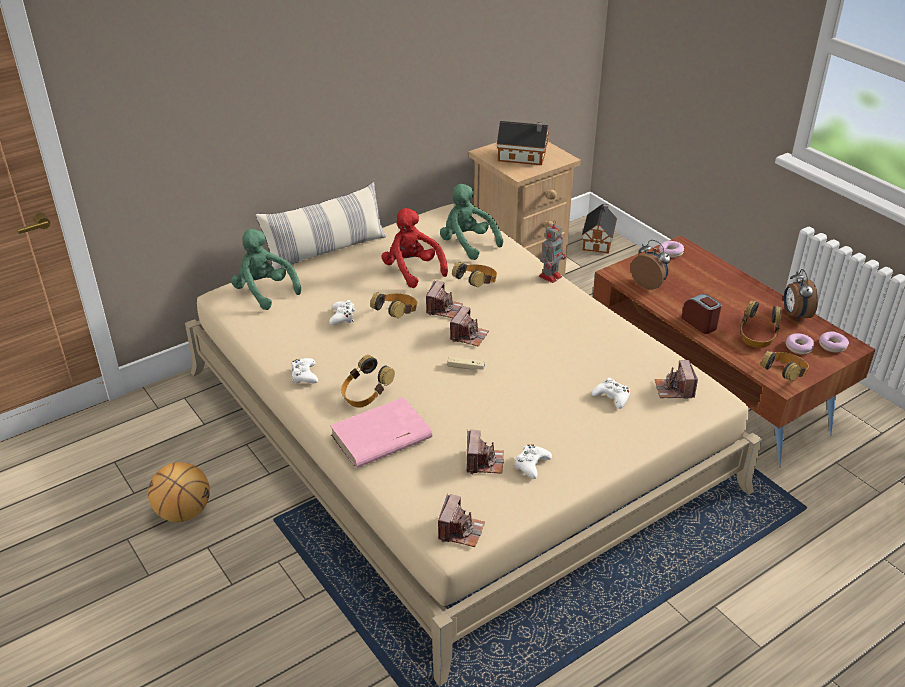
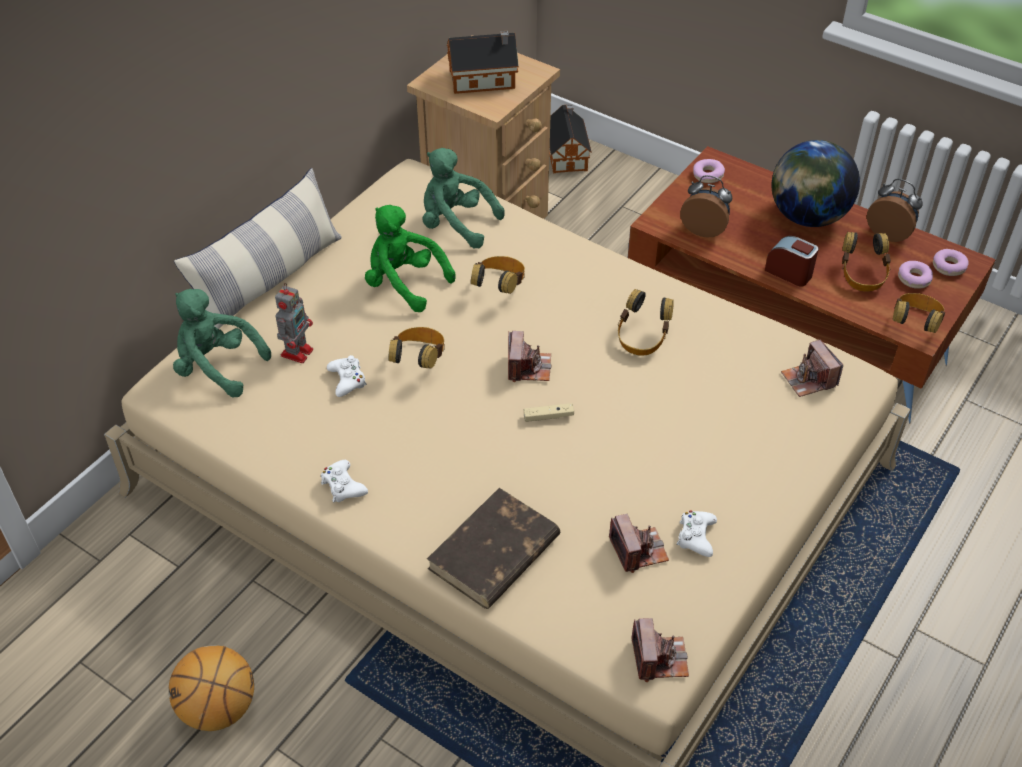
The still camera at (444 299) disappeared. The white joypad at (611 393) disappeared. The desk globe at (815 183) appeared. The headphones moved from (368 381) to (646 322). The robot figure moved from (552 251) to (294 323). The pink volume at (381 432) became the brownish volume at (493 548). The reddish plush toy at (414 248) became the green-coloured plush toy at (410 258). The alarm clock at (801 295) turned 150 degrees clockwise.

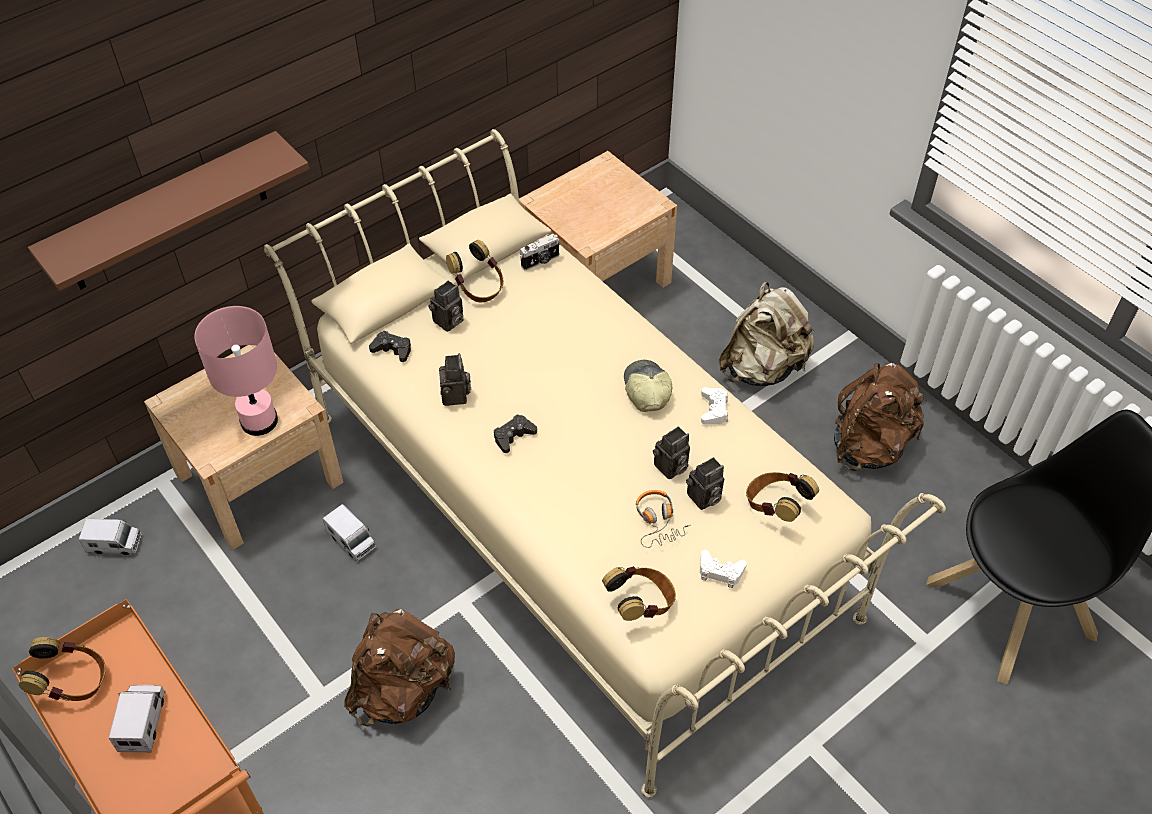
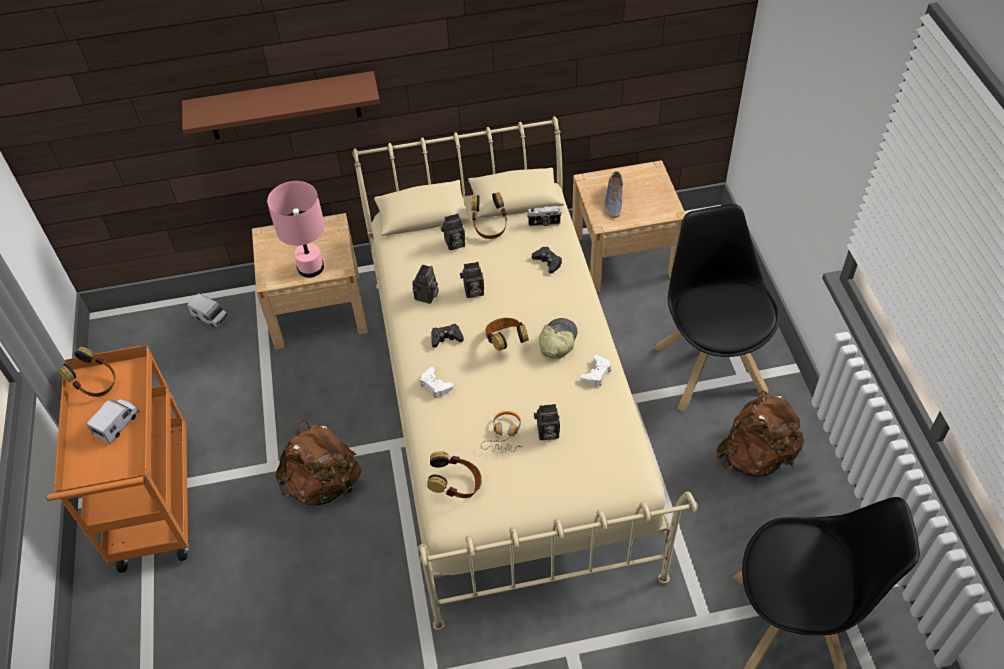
The toy truck at (349 532) disappeared. The shoe at (613 194) appeared. The blackish joypad moved from (390 346) to (547 260). The still camera moved from (671 452) to (472 280). The white joypad moved from (723 569) to (437 382). The headphones moved from (782 497) to (507 334). The beige-coloured backpack at (767 333) was replaced by the blackish chair at (716 308).

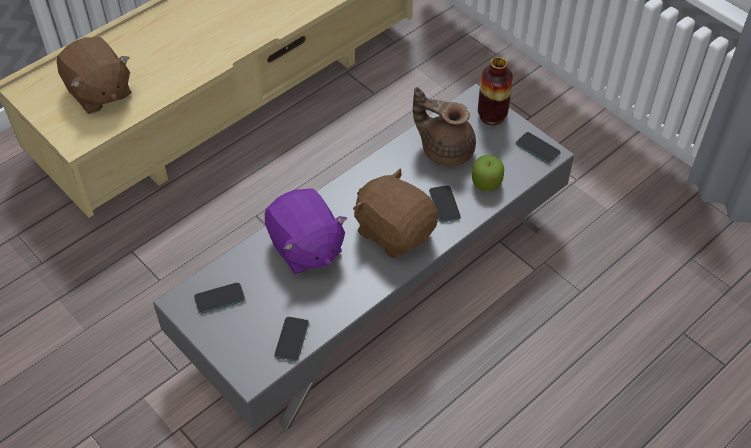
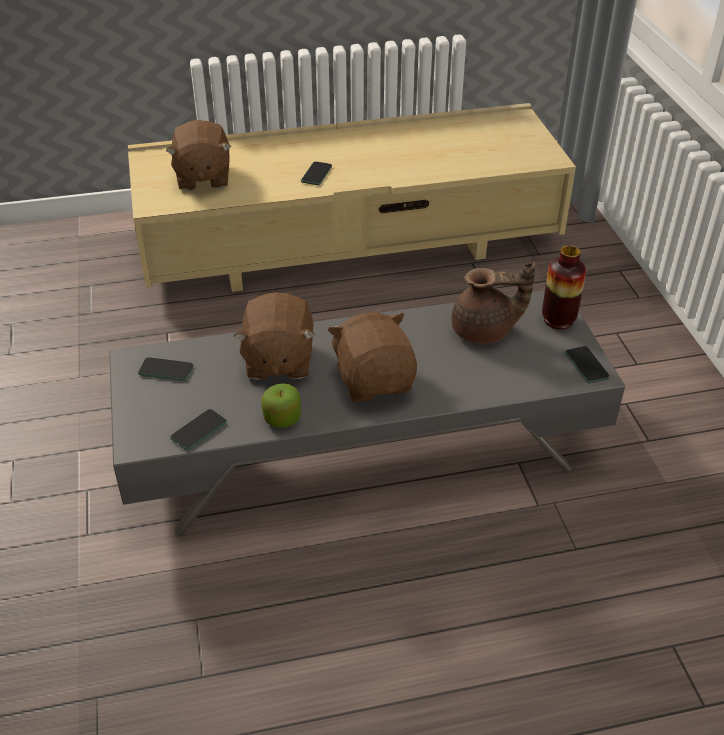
The handset moved from (445 203) to (316 173). The apple fruit moved from (488 173) to (281 405). The purple-coloured plush toy at (306 231) became the brownish plush toy at (274 336). The brownish teapot at (444 127) turned 120 degrees clockwise.

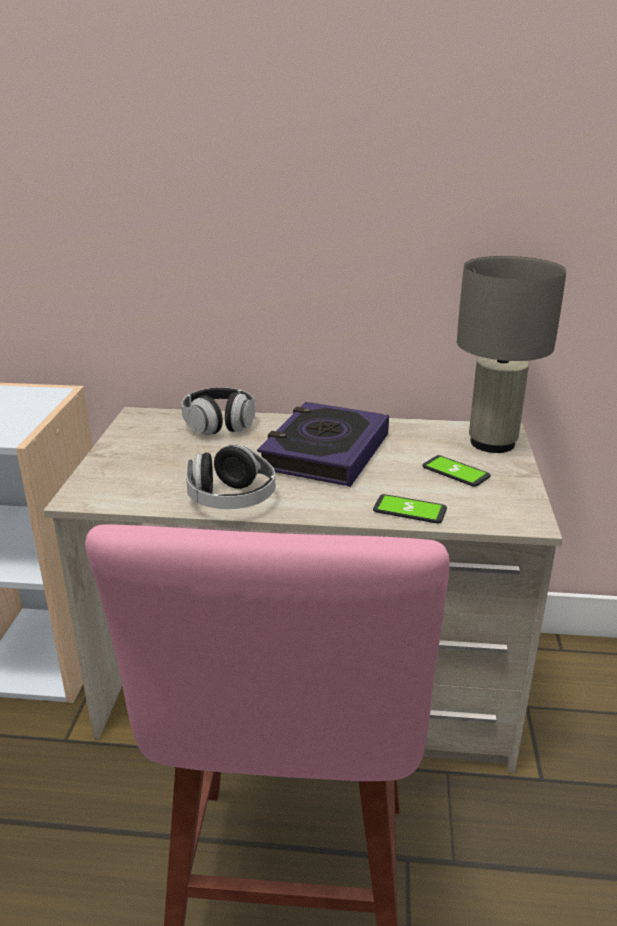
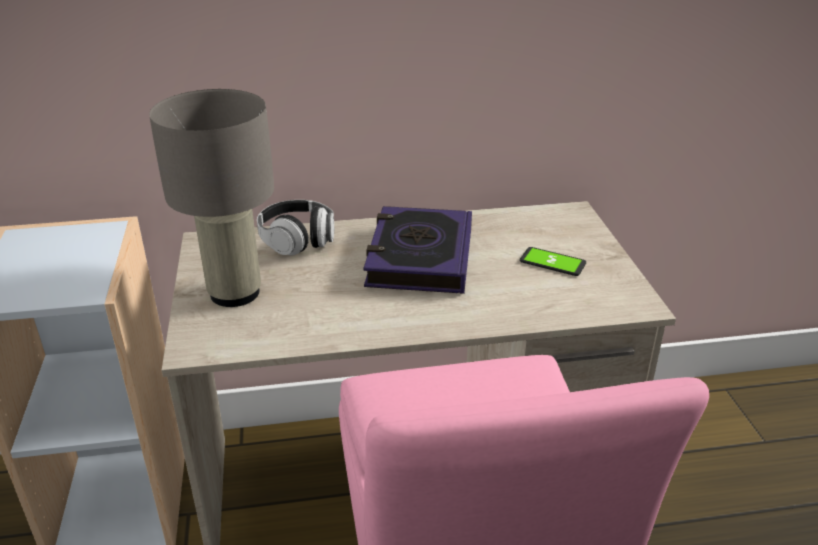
The headphones at (230 476) disappeared. The handset at (410 509) disappeared. The greyish tabletop lamp moved from (512 354) to (211 198).

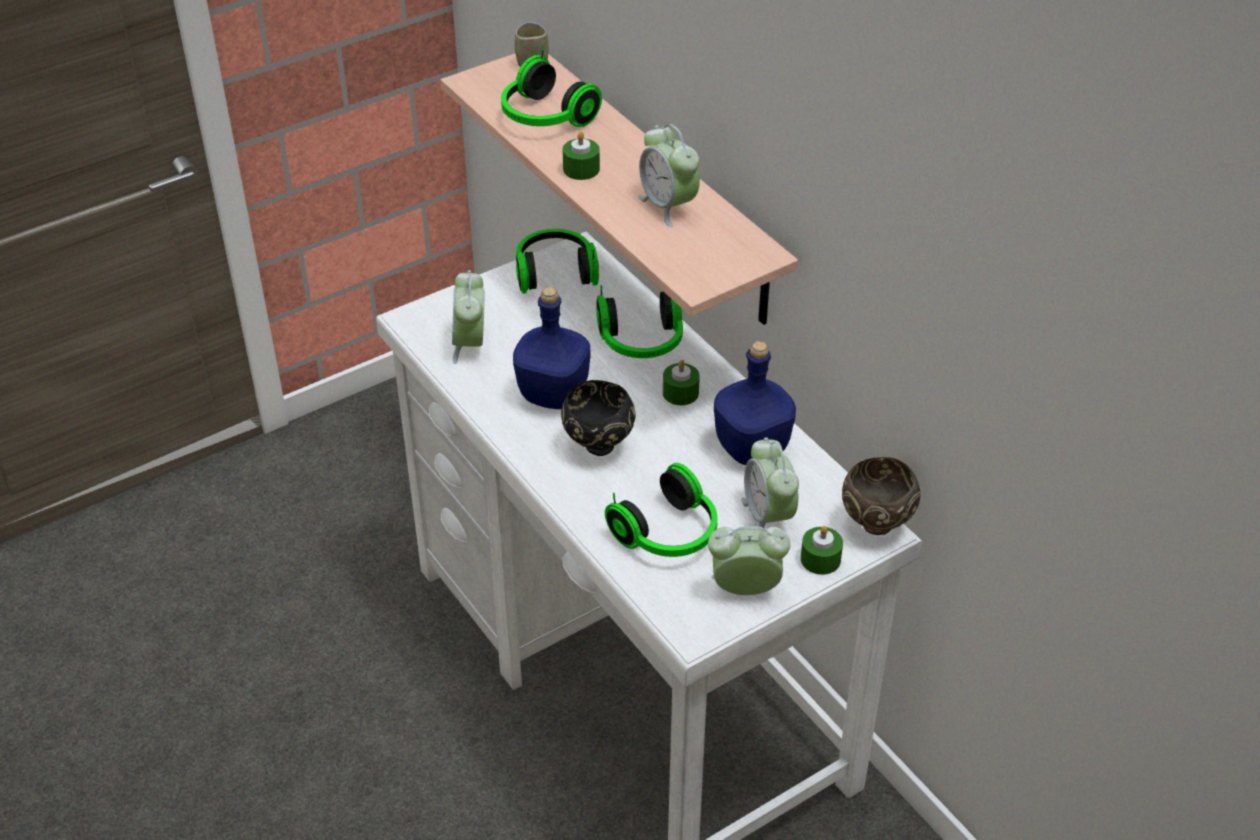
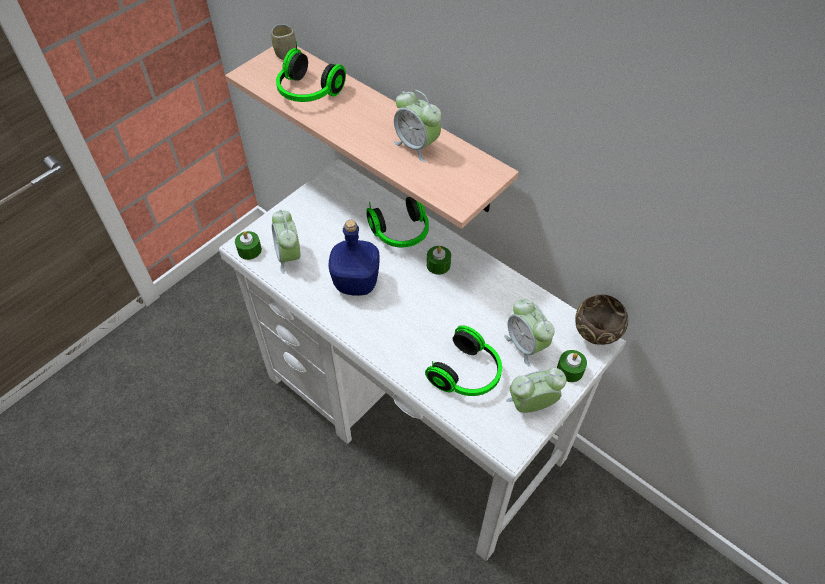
The headphones at (557 261) disappeared. The blackish serving bowl at (598 418) disappeared. The blue-coloured drink bottle at (755 403) disappeared. The green-coloured wax light moved from (581 156) to (248 245).

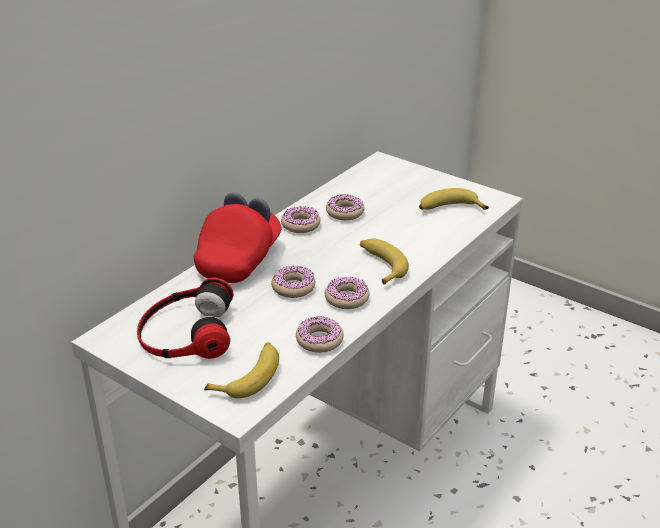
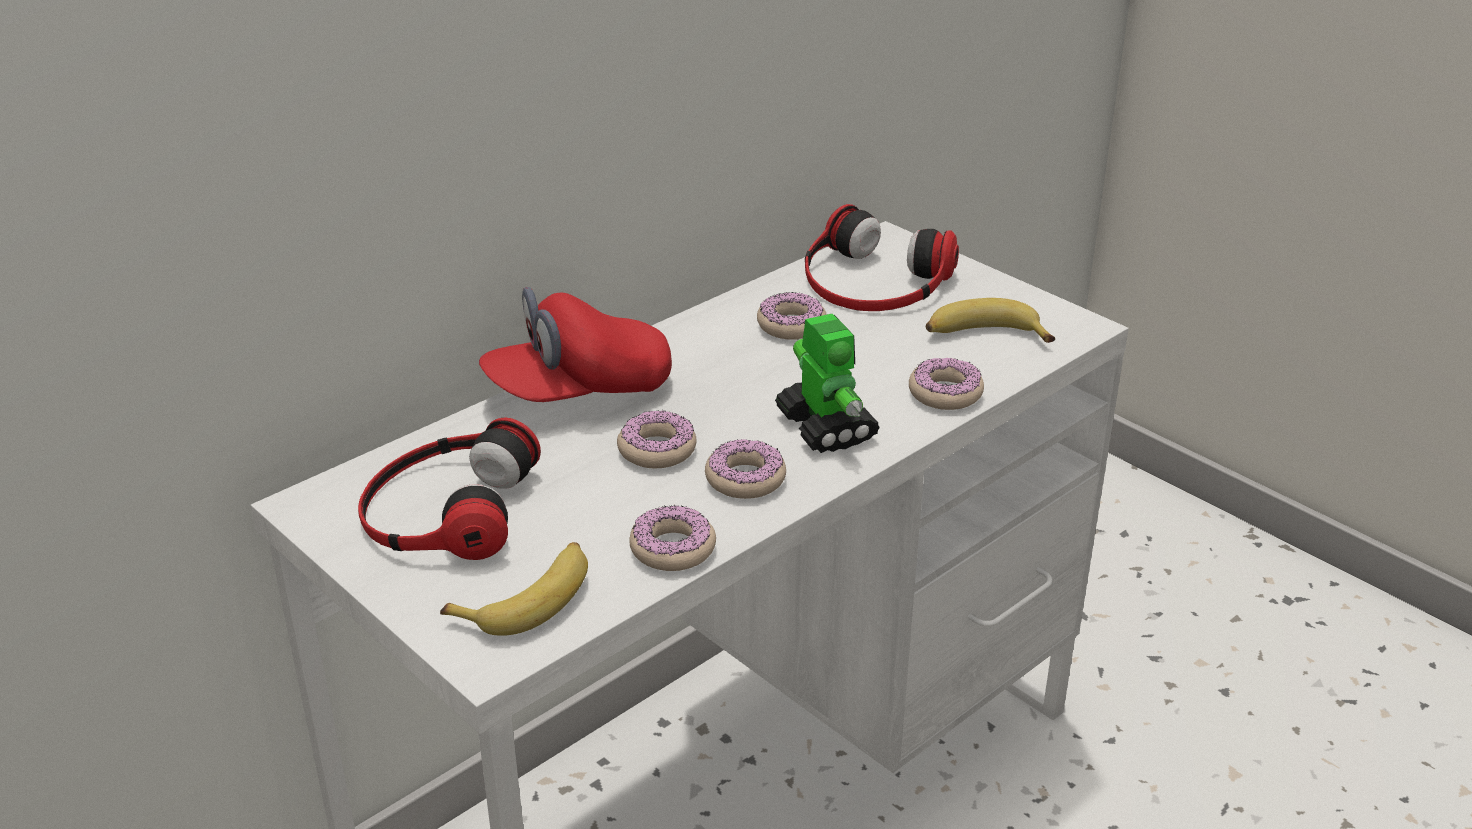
The headphones at (882 257) appeared. The donut moved from (300 219) to (946 384). The banana at (384 261) was replaced by the robot figure at (827 383). The reddish cap at (237 237) turned 150 degrees counterclockwise.

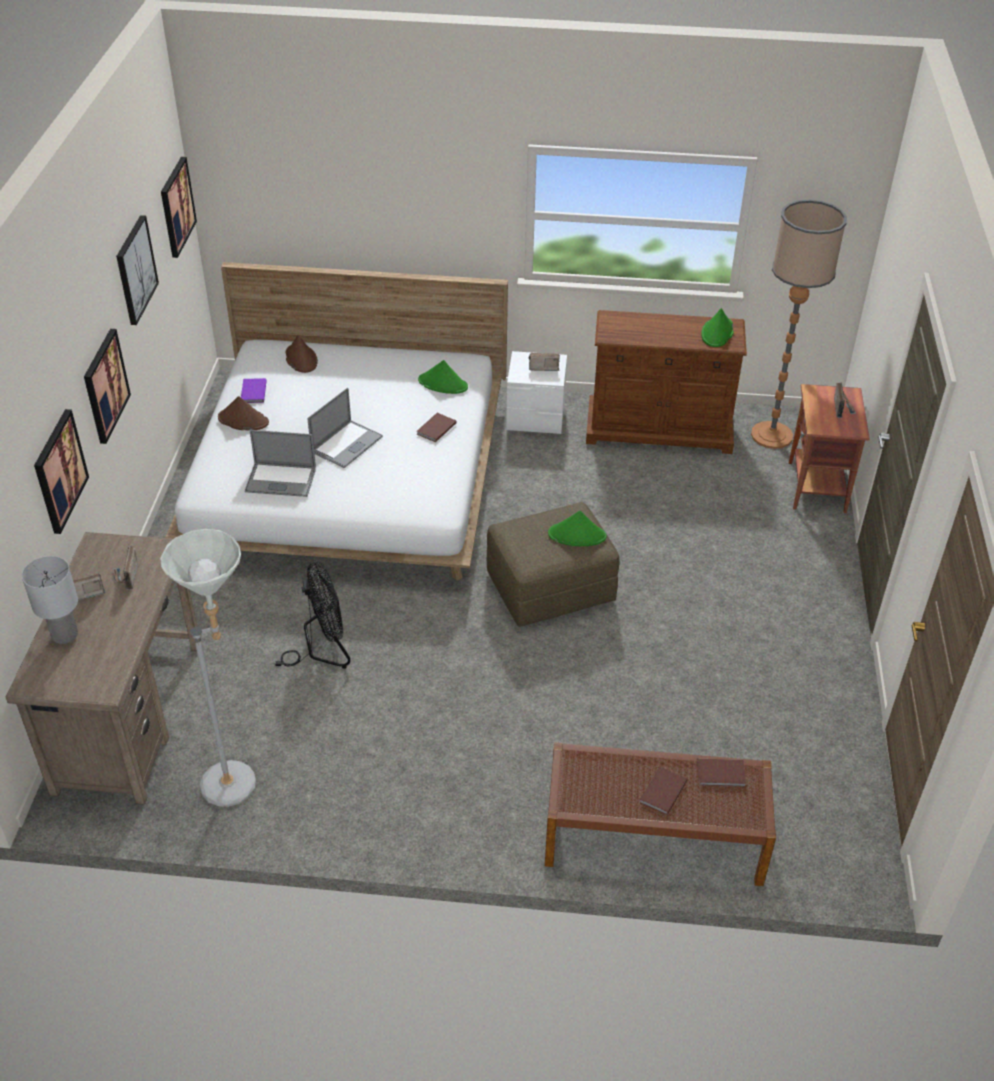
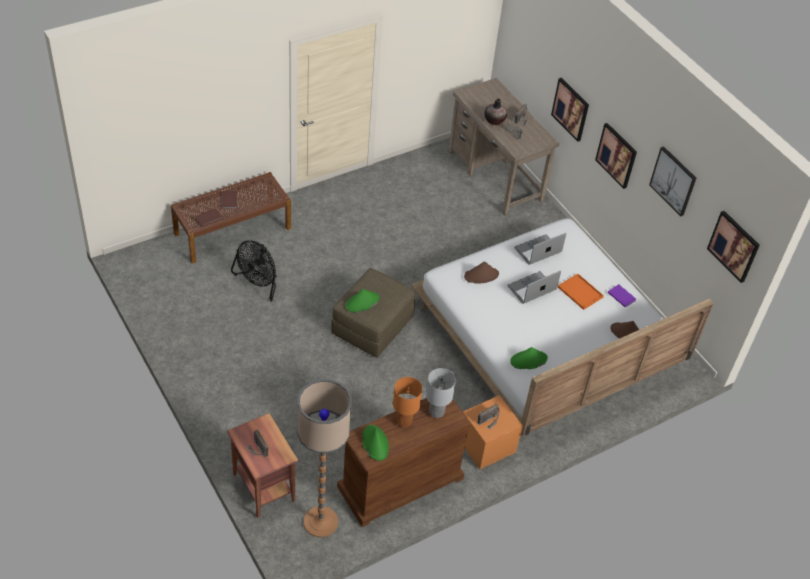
The greyish floor lamp at (208 668) disappeared. The brownish volume at (437 427) disappeared. The orangey tabletop lamp at (407 402) appeared. The vase at (496 112) appeared. The orangey tray at (581 292) appeared. The greyish tabletop lamp moved from (50 600) to (441 393). The brownish clothing hat moved from (243 413) to (481 272). The blackish fan moved from (312 615) to (254 270). The white bedside table at (536 392) became the orangey bedside table at (493 432). The notebook computer at (345 428) turned 60 degrees clockwise.

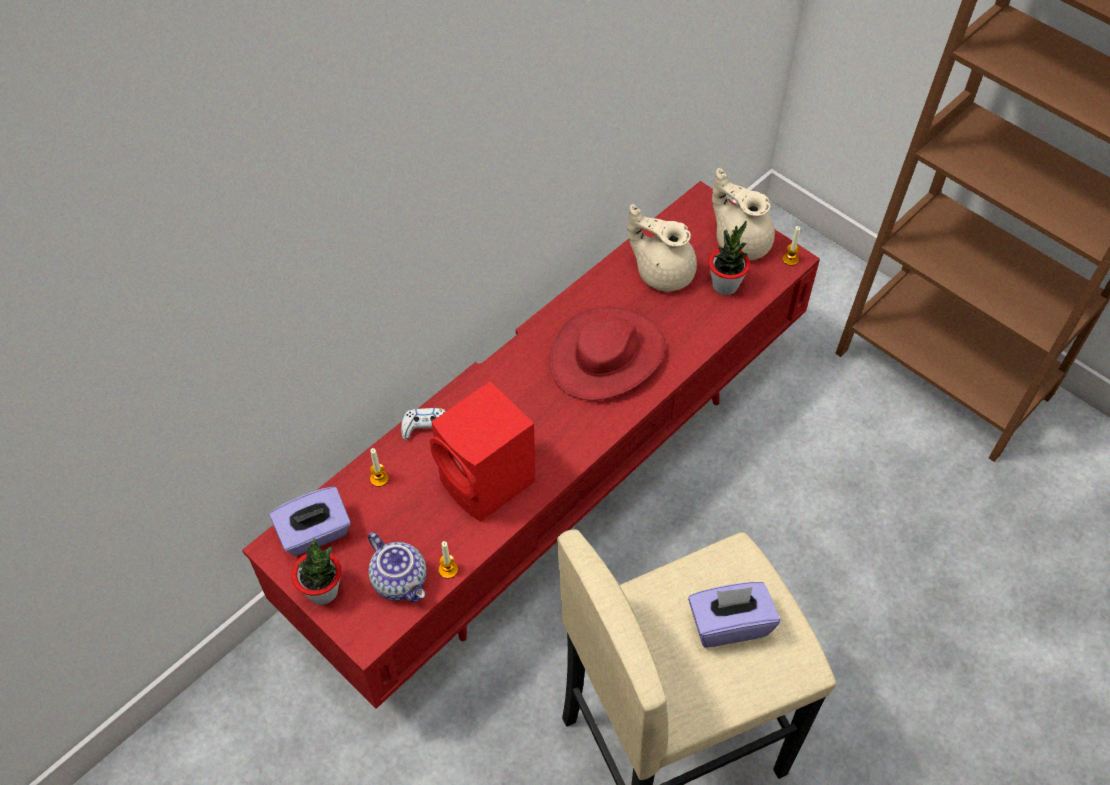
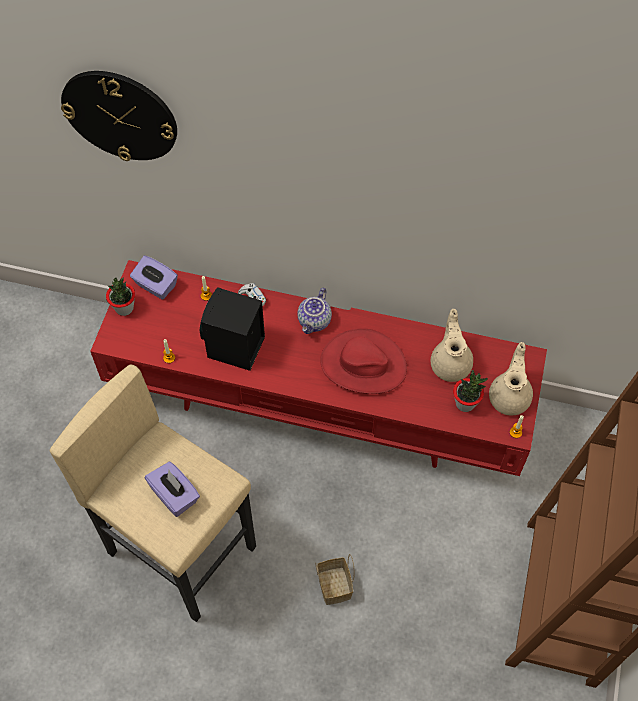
The hanging clock at (119 116) appeared. The basket at (335 579) appeared. The teapot moved from (397 567) to (314 311). The reddish speaker at (482 451) became the blackish speaker at (232 329).

